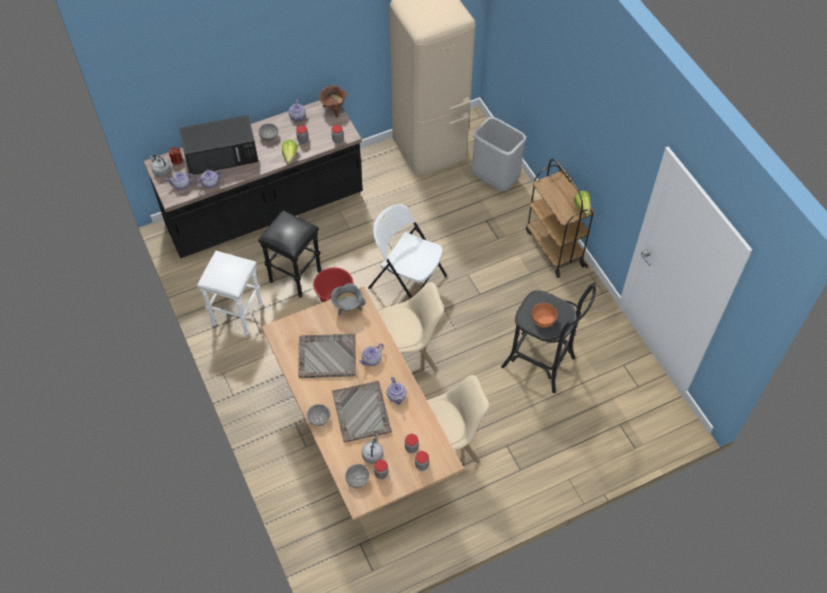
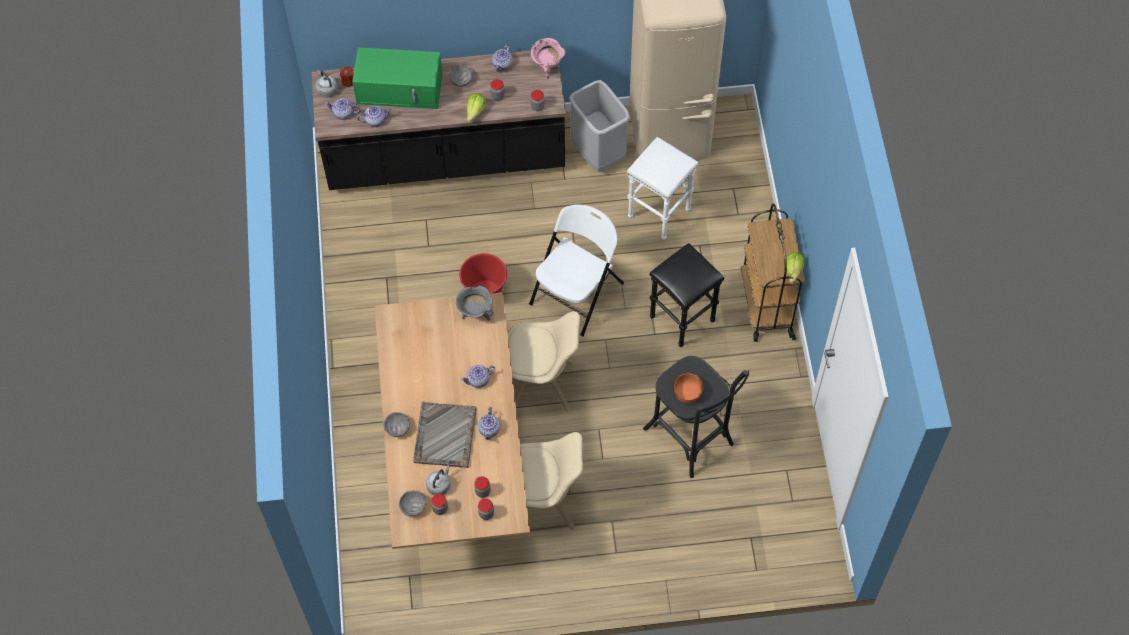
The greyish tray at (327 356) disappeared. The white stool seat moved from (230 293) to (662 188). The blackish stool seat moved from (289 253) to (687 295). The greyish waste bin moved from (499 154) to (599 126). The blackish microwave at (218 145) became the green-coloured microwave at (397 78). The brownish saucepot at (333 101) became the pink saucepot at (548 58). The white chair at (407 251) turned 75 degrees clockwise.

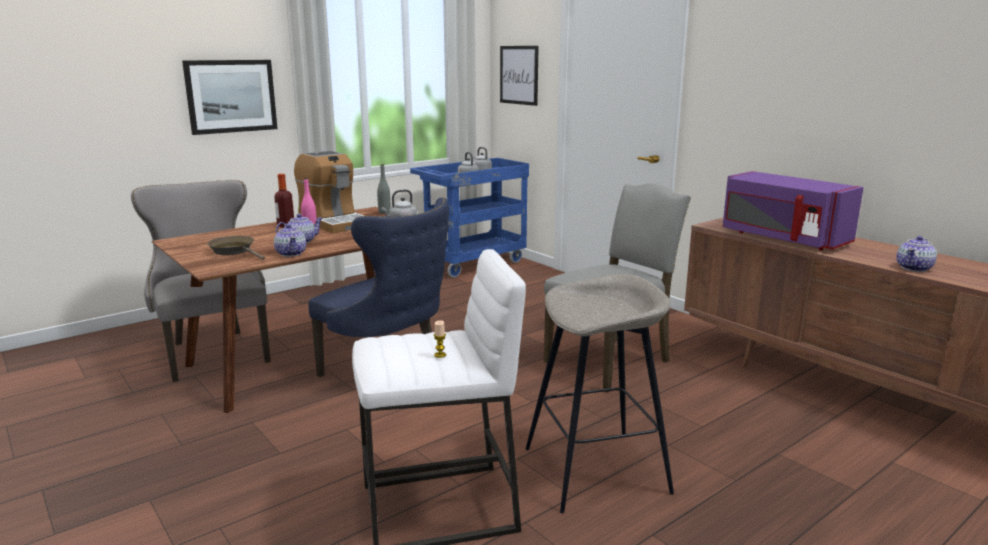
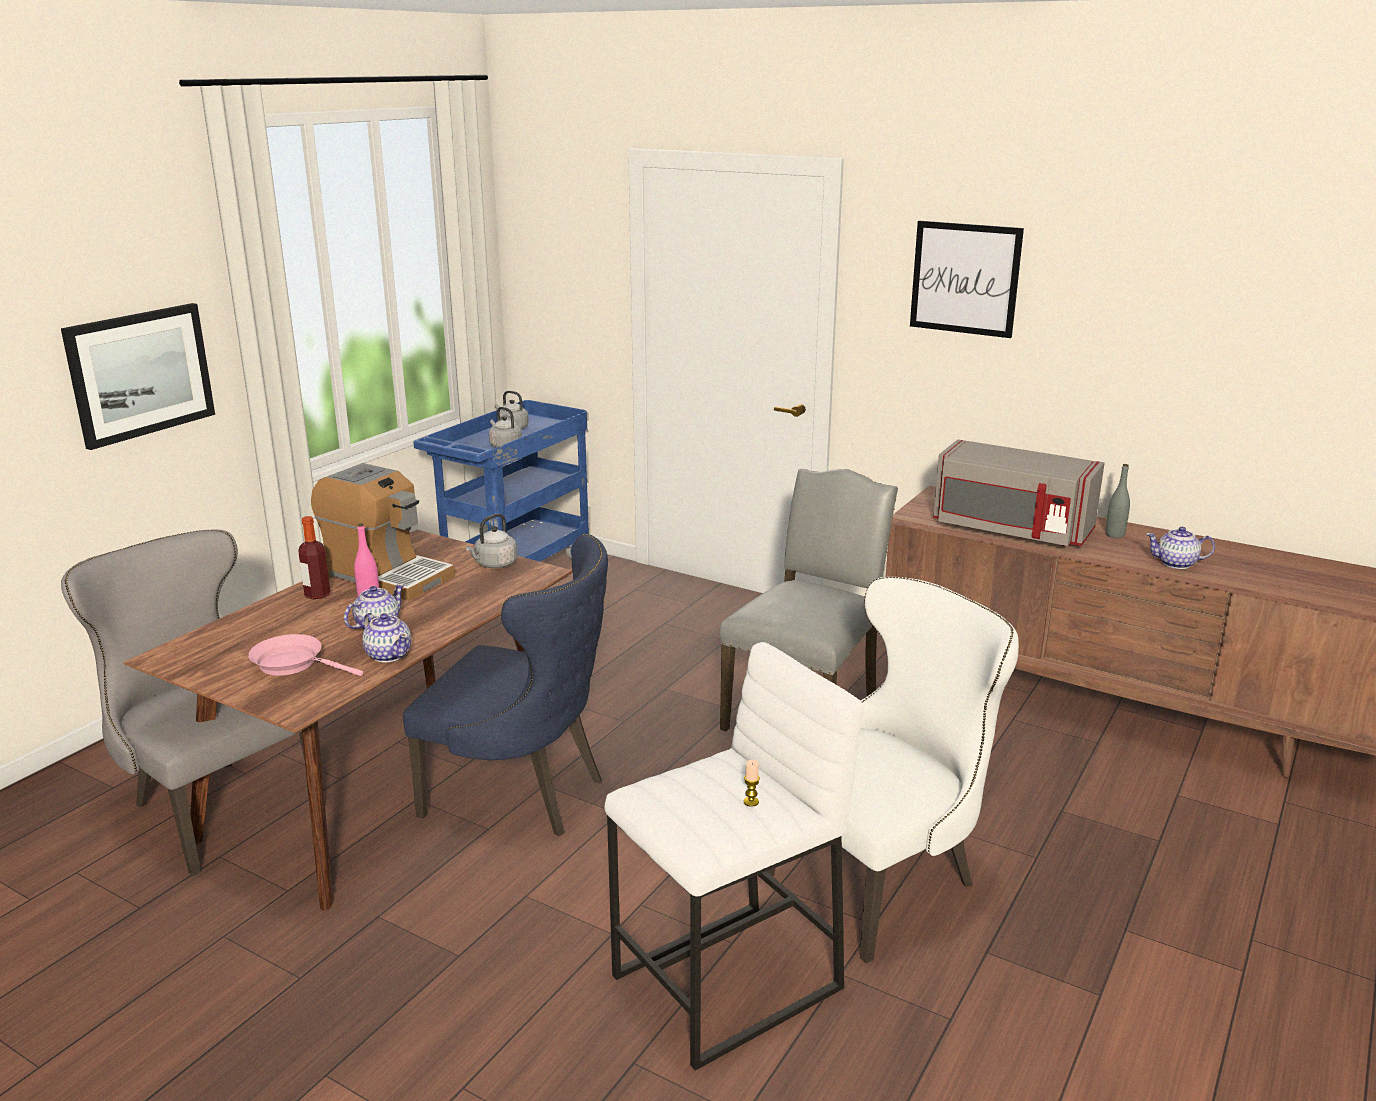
The greyish drink bottle moved from (384 189) to (1118 501). The wall art moved from (519 76) to (967 279). The greyish stool seat at (600 393) was replaced by the white chair at (893 770). The brownish frying pan at (236 248) became the pink frying pan at (306 655). The purple-coloured microwave at (793 211) became the greyish microwave at (1018 492). The teapot at (916 254) turned 75 degrees clockwise.

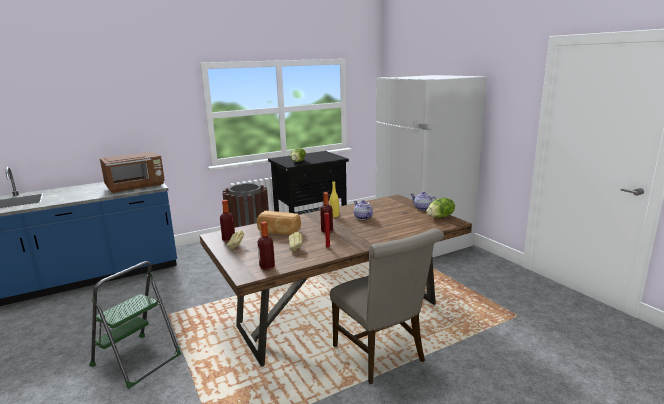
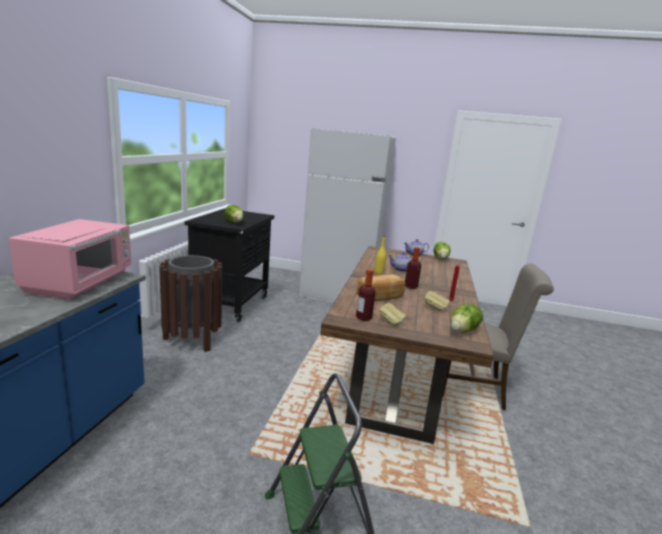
The drink bottle at (266 245) was replaced by the lettuce head at (467 318). The brownish microwave at (132 172) became the pink microwave at (69 259).

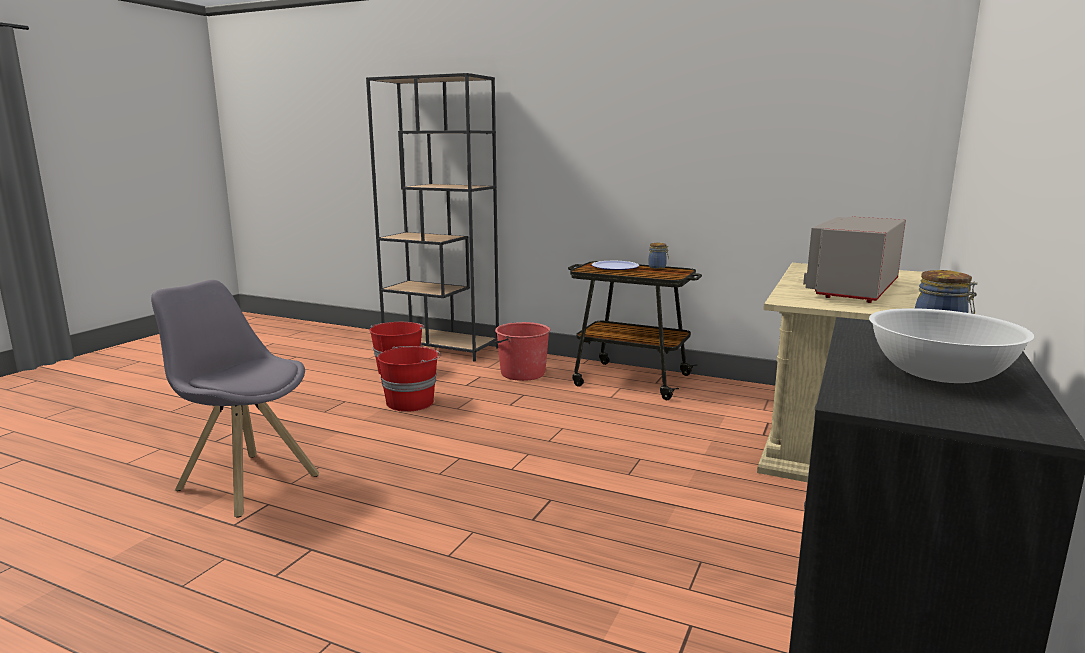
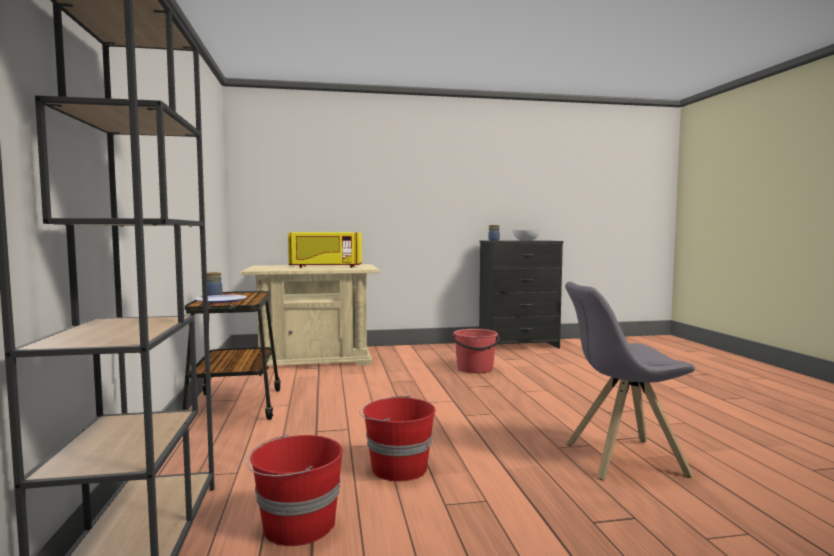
The reddish pail moved from (522 351) to (476 351). The greyish microwave at (854 259) became the yellow-coloured microwave at (325 250). The greyish chair at (235 398) turned 90 degrees clockwise.

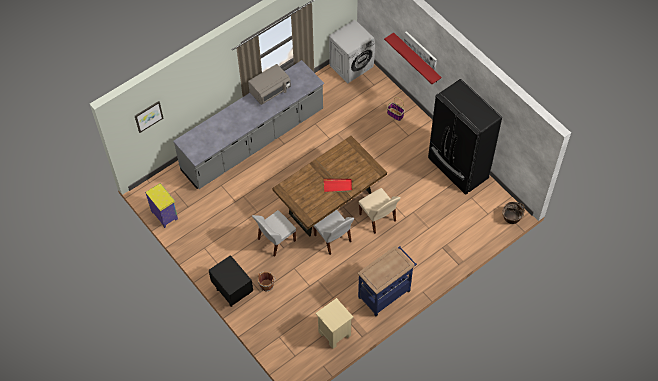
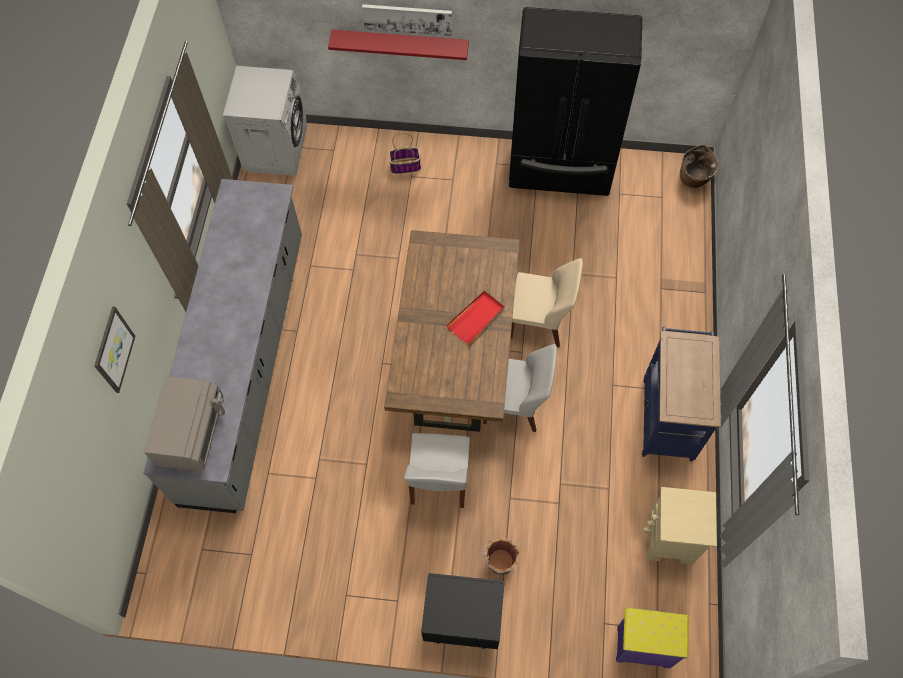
The wall art moved from (149 117) to (114 349). The bedside table moved from (161 205) to (652 638). The greyish microwave moved from (269 84) to (184 424).

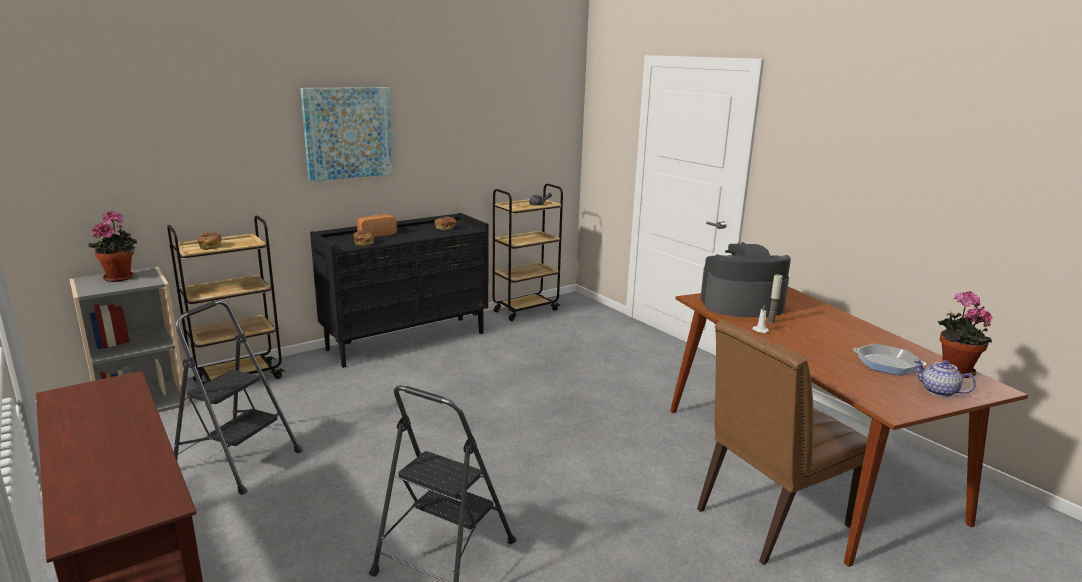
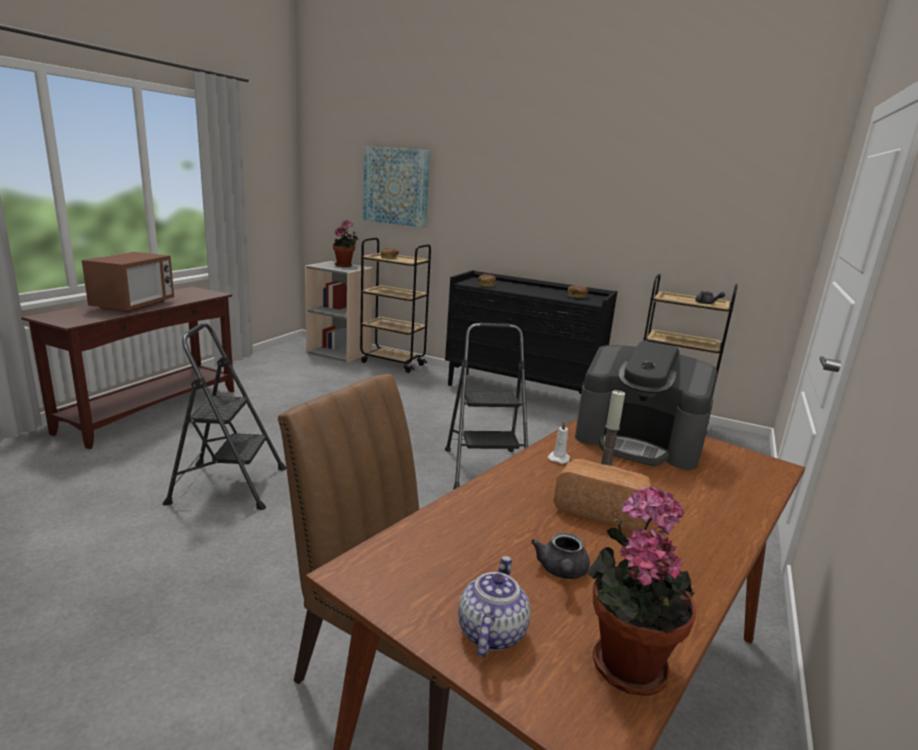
The microwave at (128 282) appeared. The blackish stepladder moved from (238 397) to (486 406). The wall art moved from (347 134) to (396 186). The bread moved from (376 225) to (602 495). The frying pan at (889 360) was replaced by the greyish teapot at (560 555). The coffee maker at (745 280) turned 150 degrees clockwise.

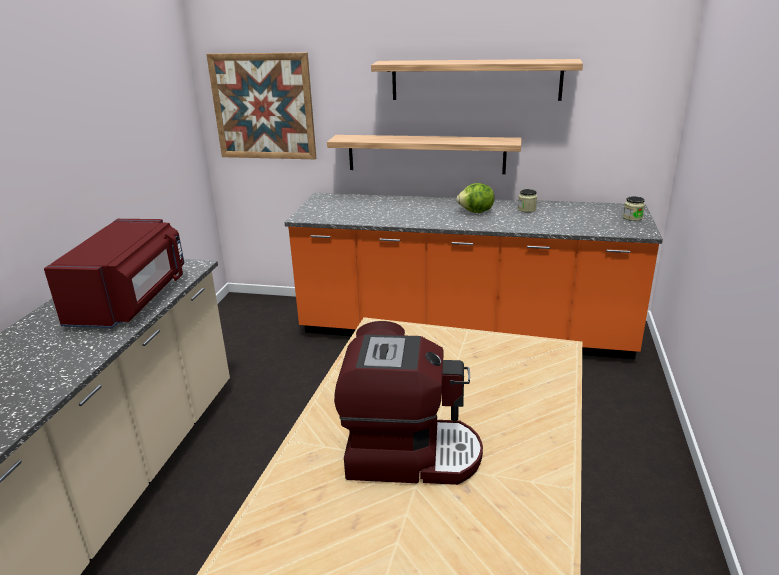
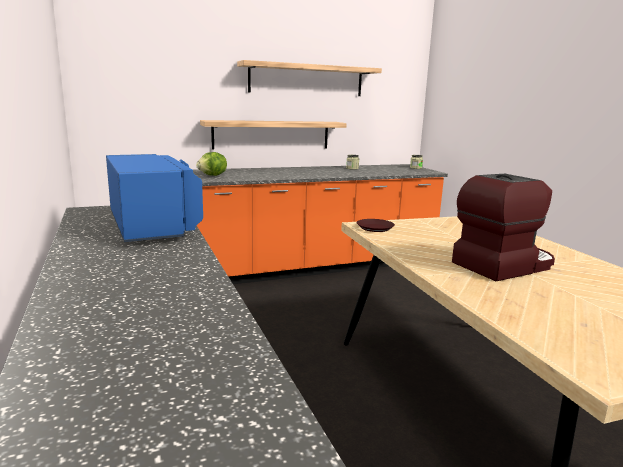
The wall art at (261 105) disappeared. The lettuce head moved from (475 198) to (211 164). The reddish microwave at (114 273) became the blue-coloured microwave at (154 198).

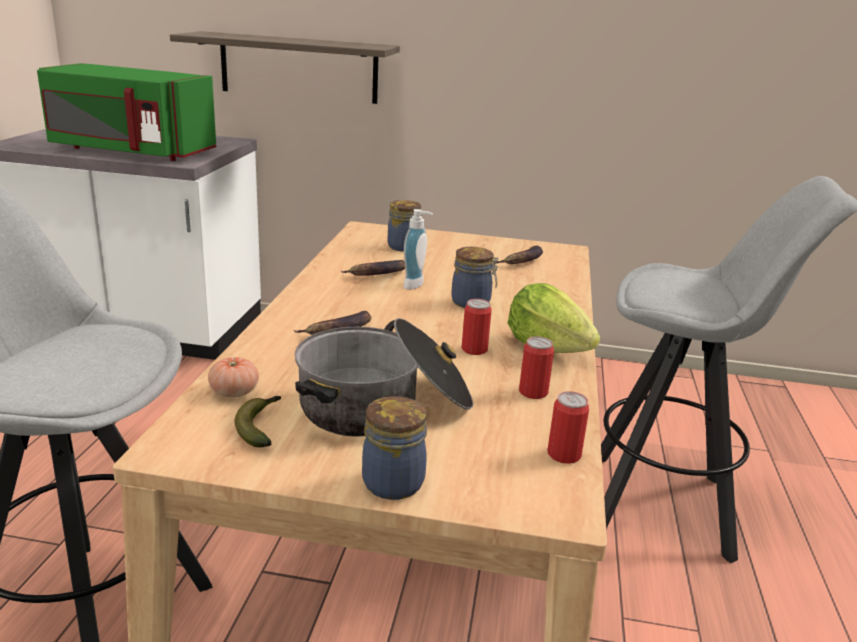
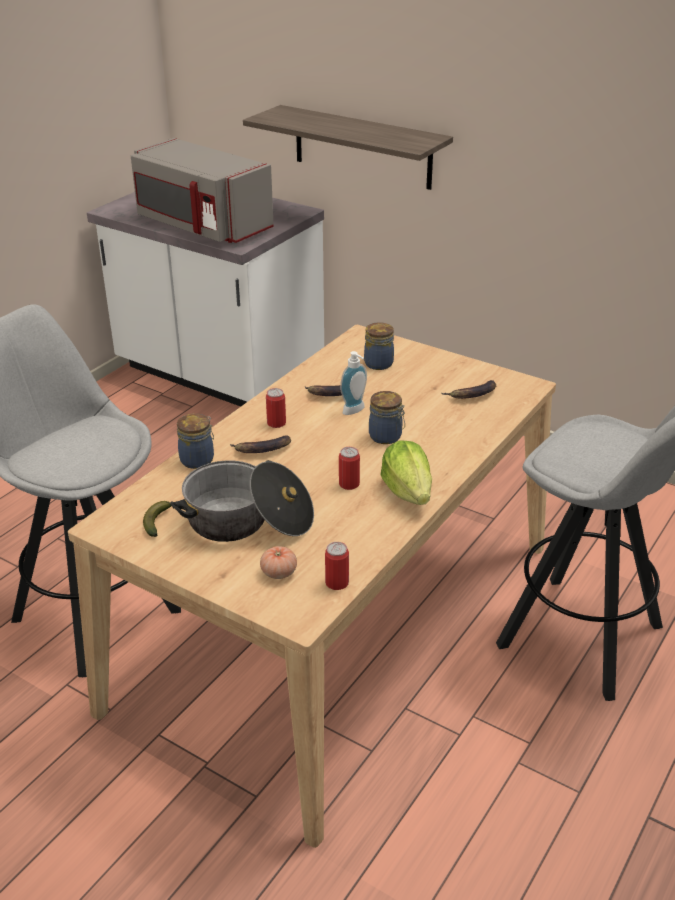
The fresh tomato moved from (233 377) to (278 562). The storage jar moved from (394 448) to (195 441). The sealed can moved from (536 367) to (276 408). The green-coloured microwave at (126 112) became the greyish microwave at (202 190).

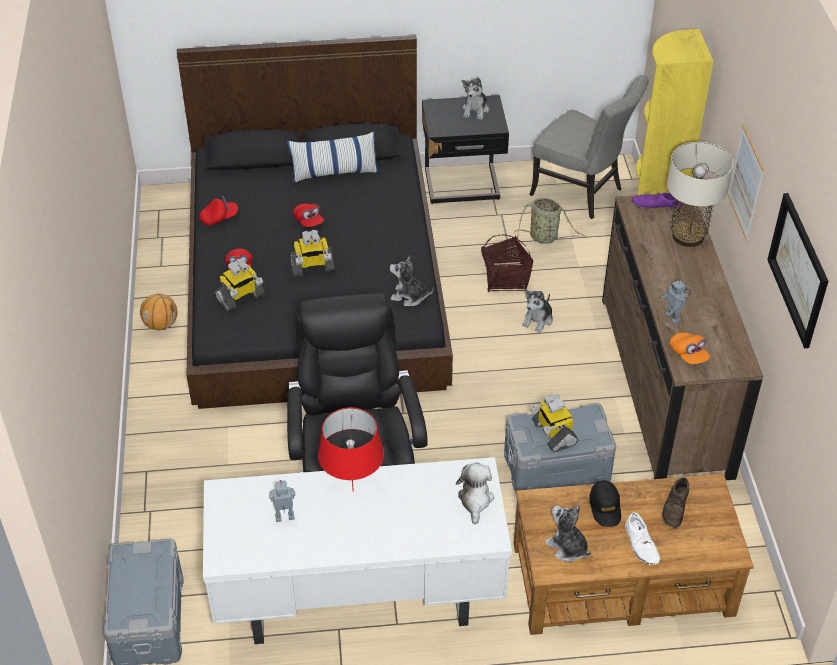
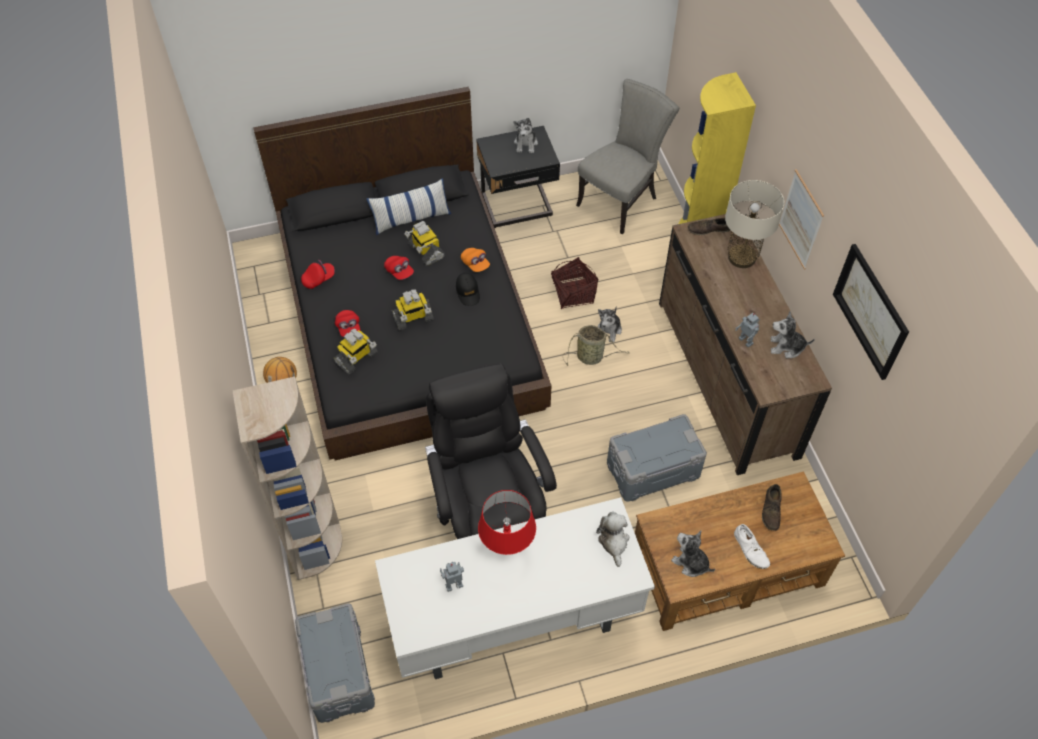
The beige-coloured bookshelf at (287 478) appeared. The plush toy moved from (411 280) to (792 335). The basket moved from (550 221) to (596 345). The robot figure moved from (554 423) to (424 243). The blackish cap moved from (605 503) to (468 289). The orangey cap moved from (690 348) to (475 260). The purple-coloured shoe at (657 201) became the brownish shoe at (709 226). The greyish chair at (589 147) turned 75 degrees counterclockwise.

